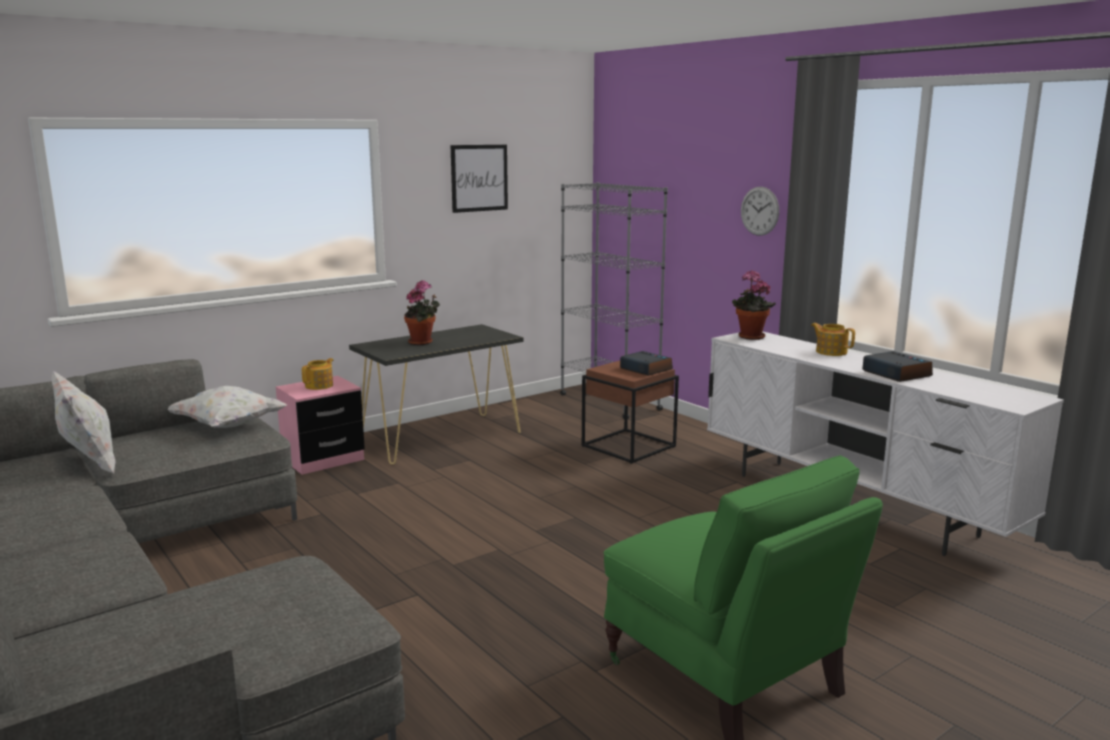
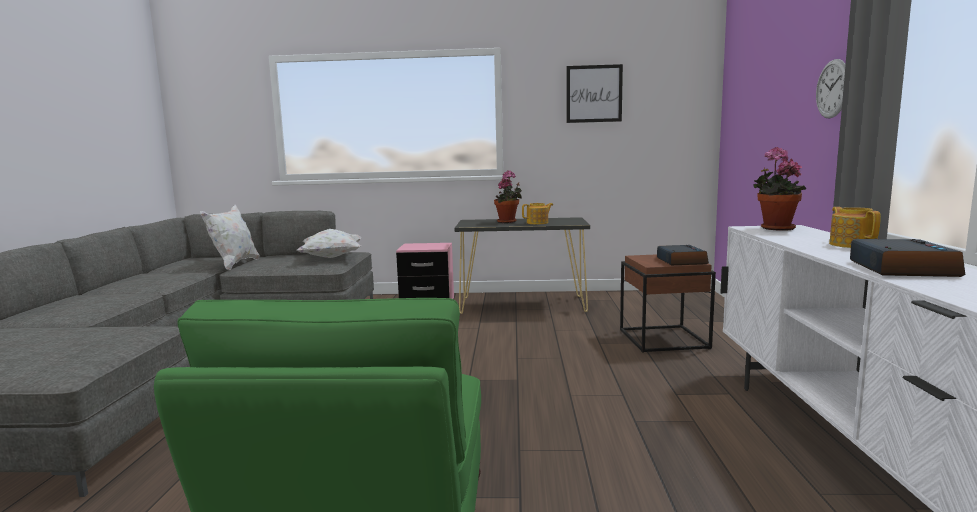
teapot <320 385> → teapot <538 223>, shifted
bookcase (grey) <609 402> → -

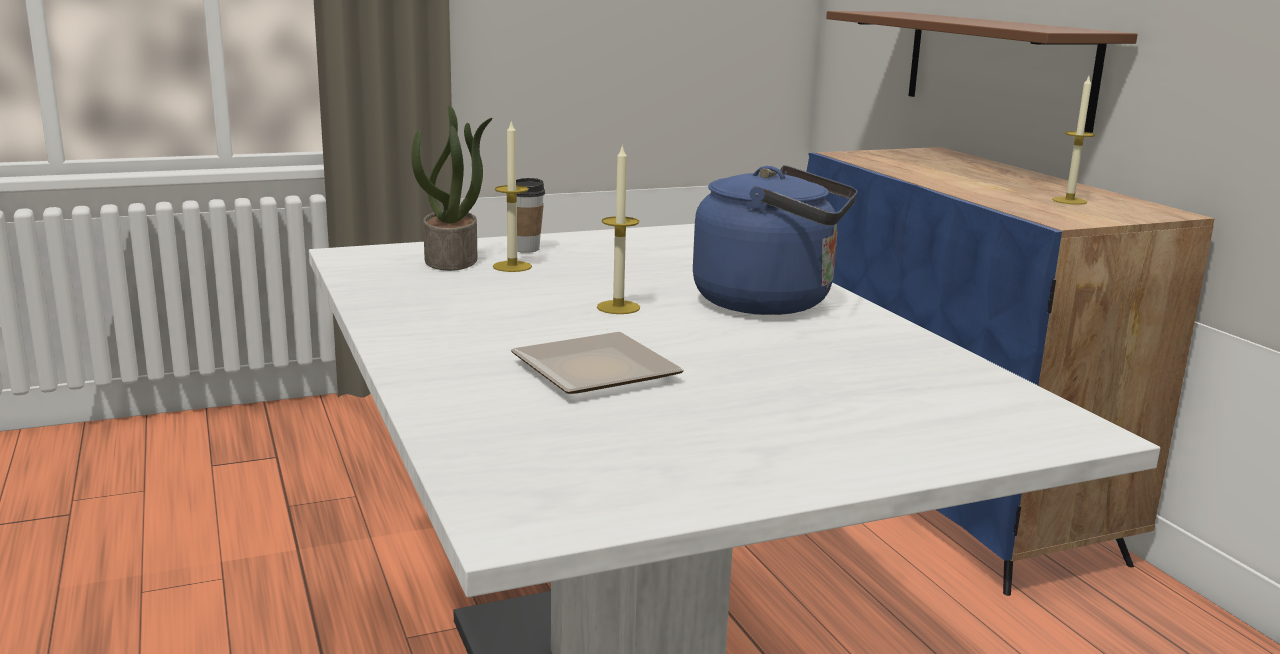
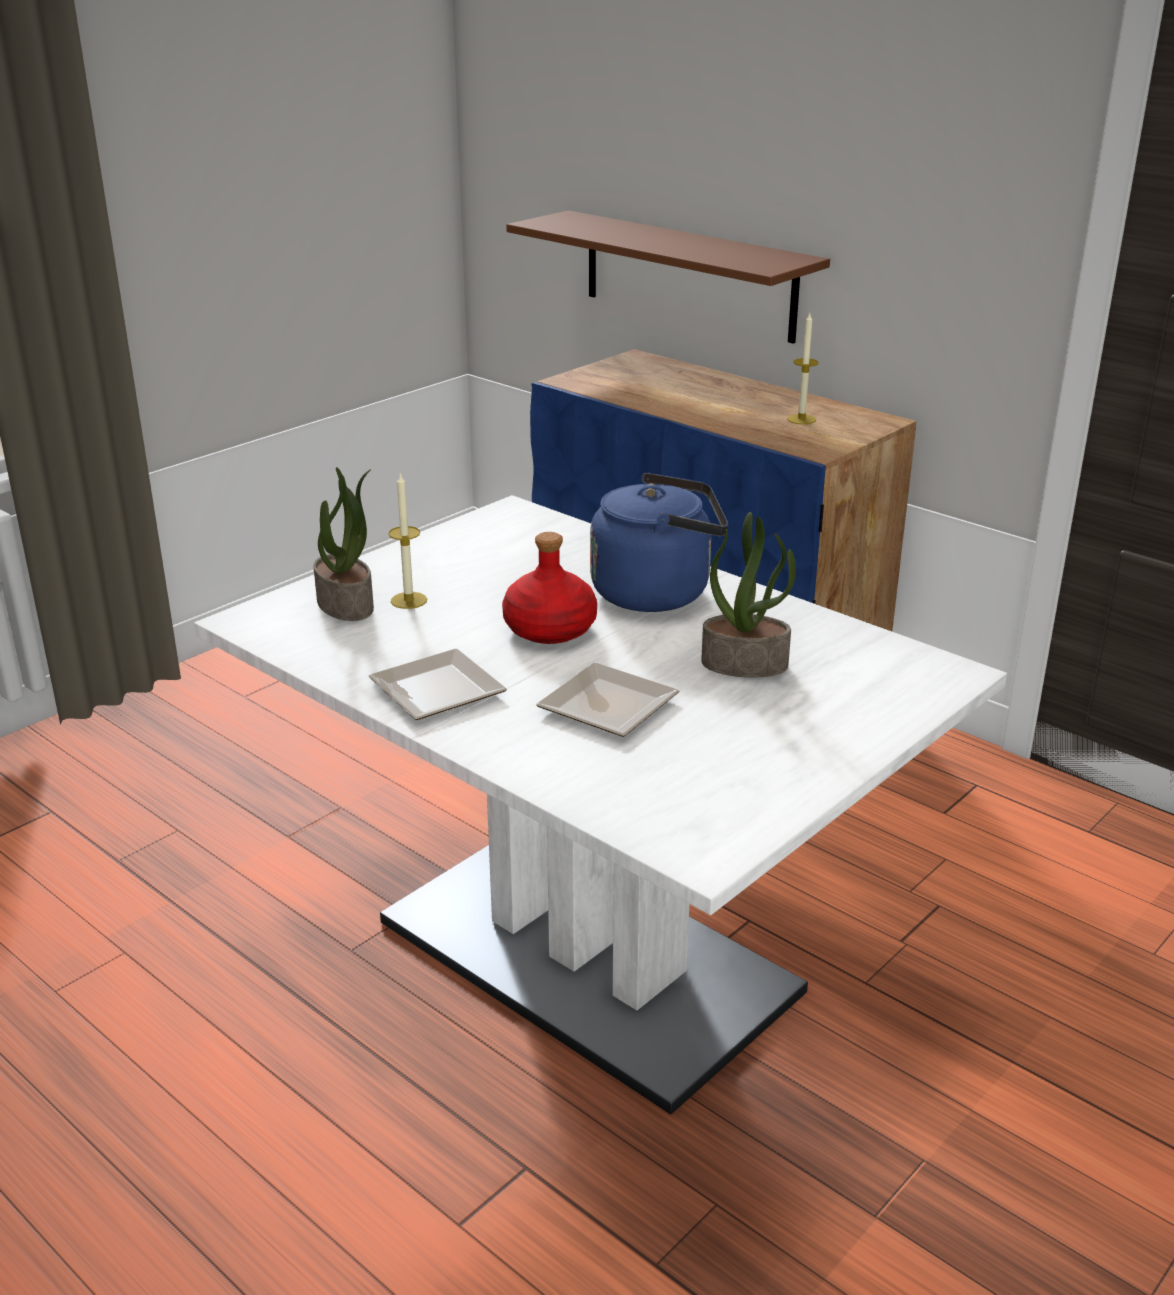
- → plate <442 691>
candle <618 307> → bottle (red) <550 630>
- → potted plant <745 663>
cup <525 249> → -

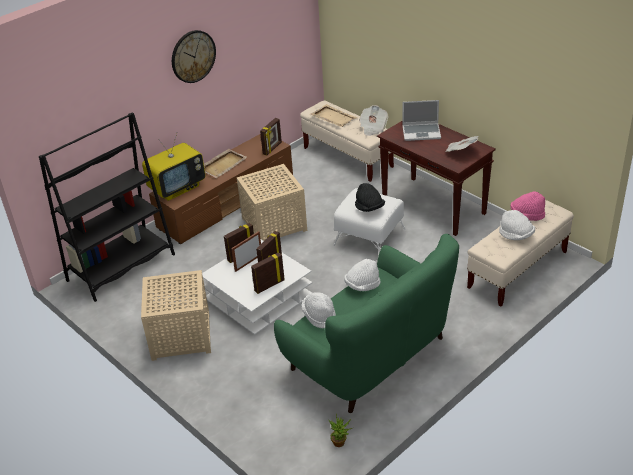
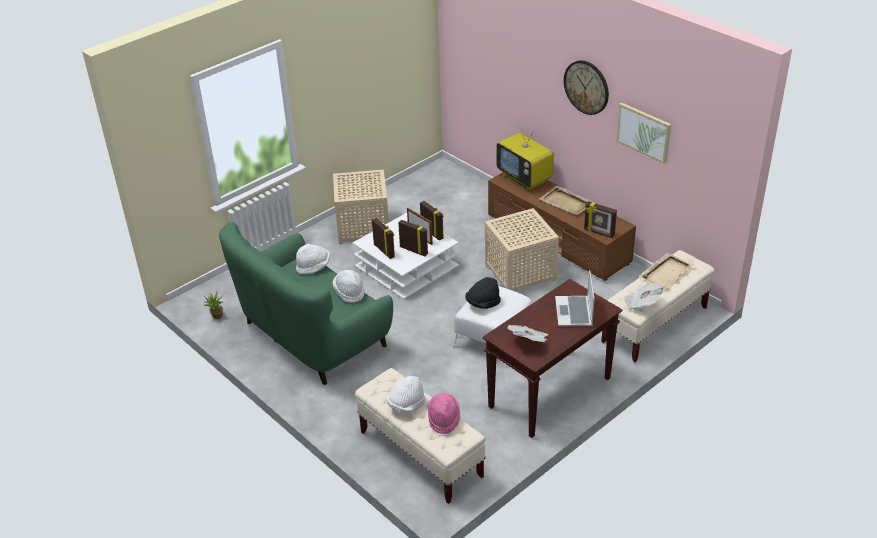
- → picture <644 132>
bookcase (black) <121 267> → -

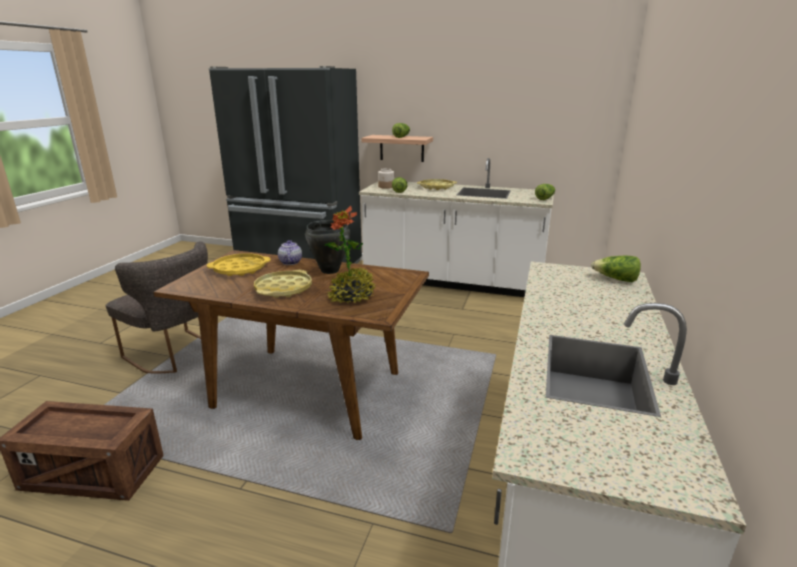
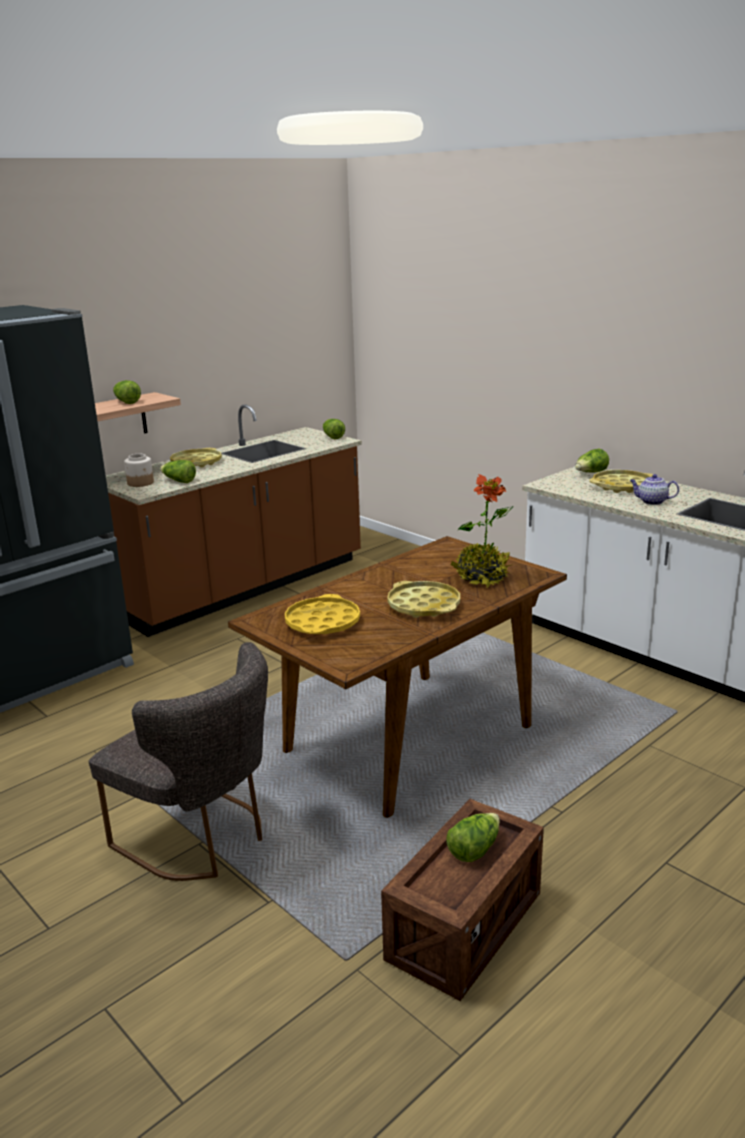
chair (grey) <176 355> → chair (grey) <201 838>, 60 degrees clockwise
counter (white) <452 282> → counter (brown) <244 588>
- → lettuce <474 849>
- → tray (yellow) <622 486>
teapot <290 262> → teapot <651 502>, shifted
cooking pot (black) <329 271> → -

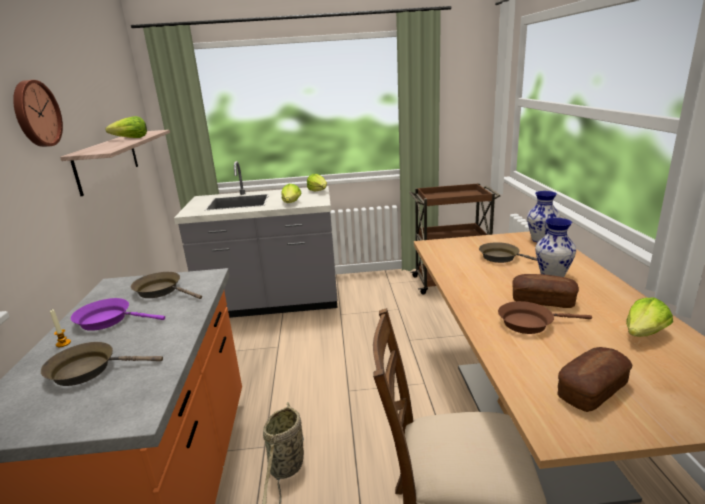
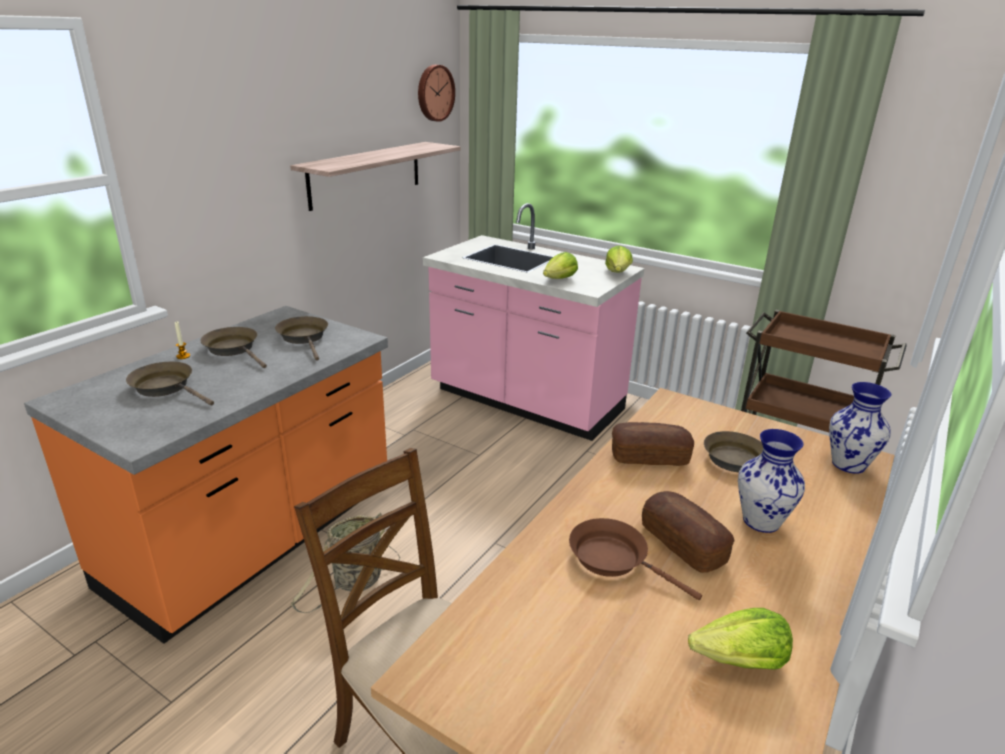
frying pan (purple) <108 320> → frying pan (brown) <234 349>
wall clock <35 114> → wall clock <434 93>, shifted
counter (grey) <272 304> → counter (pink) <526 402>
bread <592 390> → bread <649 457>, shifted
lettuce <130 138> → -

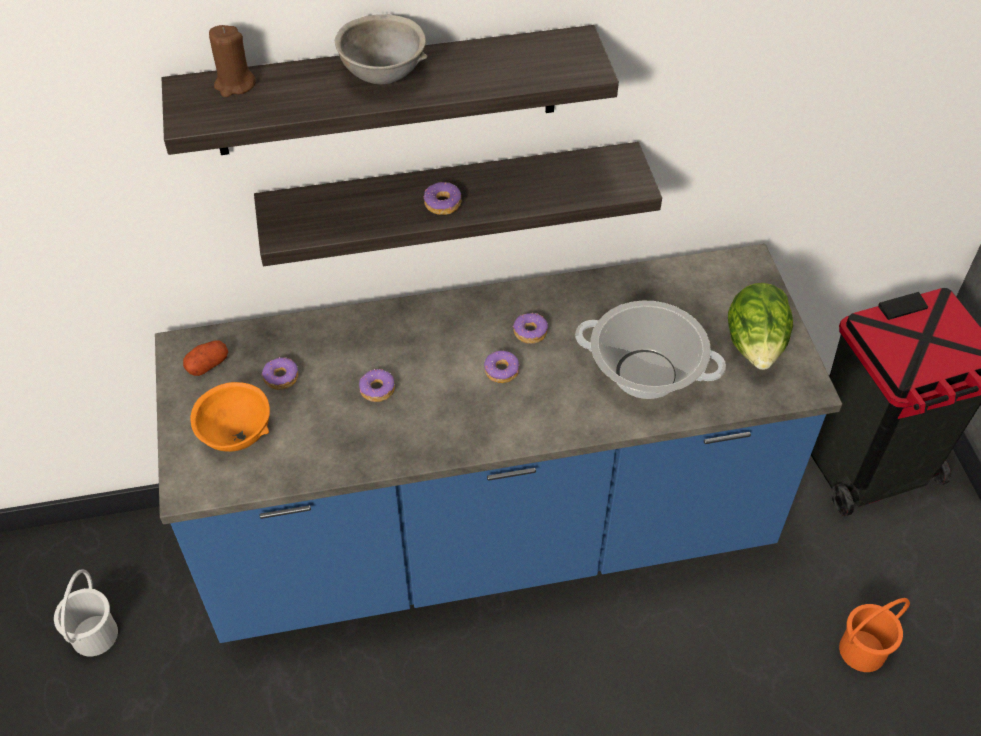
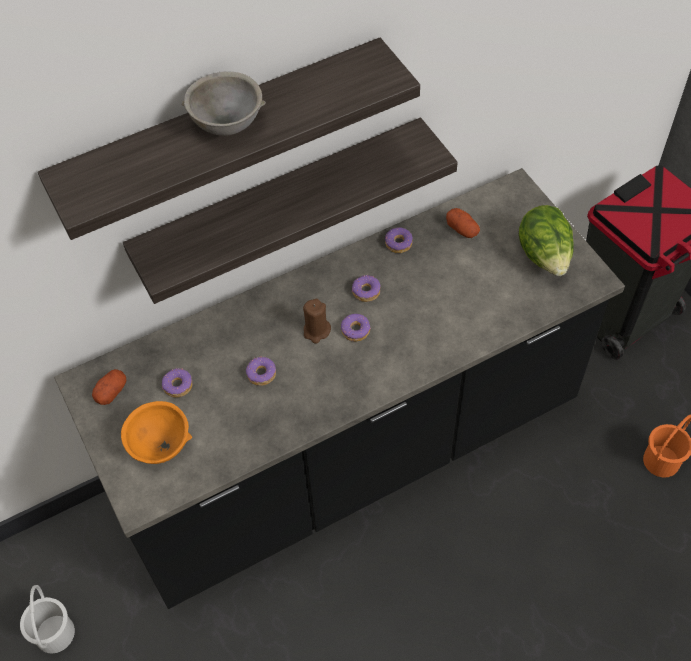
counter (blue) <490 537> → counter (black) <351 455>
candle (brown) <234 84> → candle (brown) <316 331>, shifted
donut <443 204> → donut <398 244>, shifted
- → potato <462 229>
cooking pot <645 374> → -

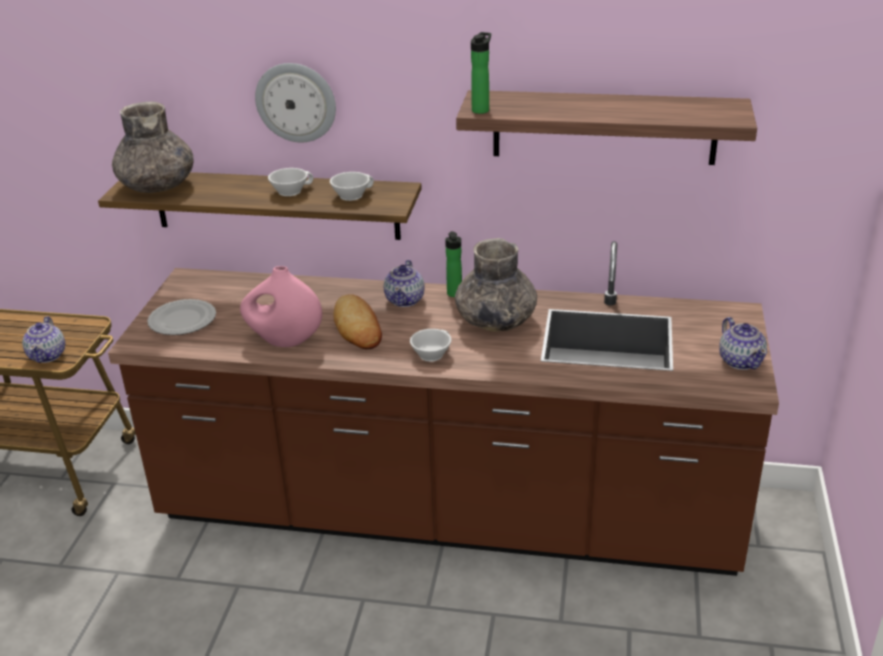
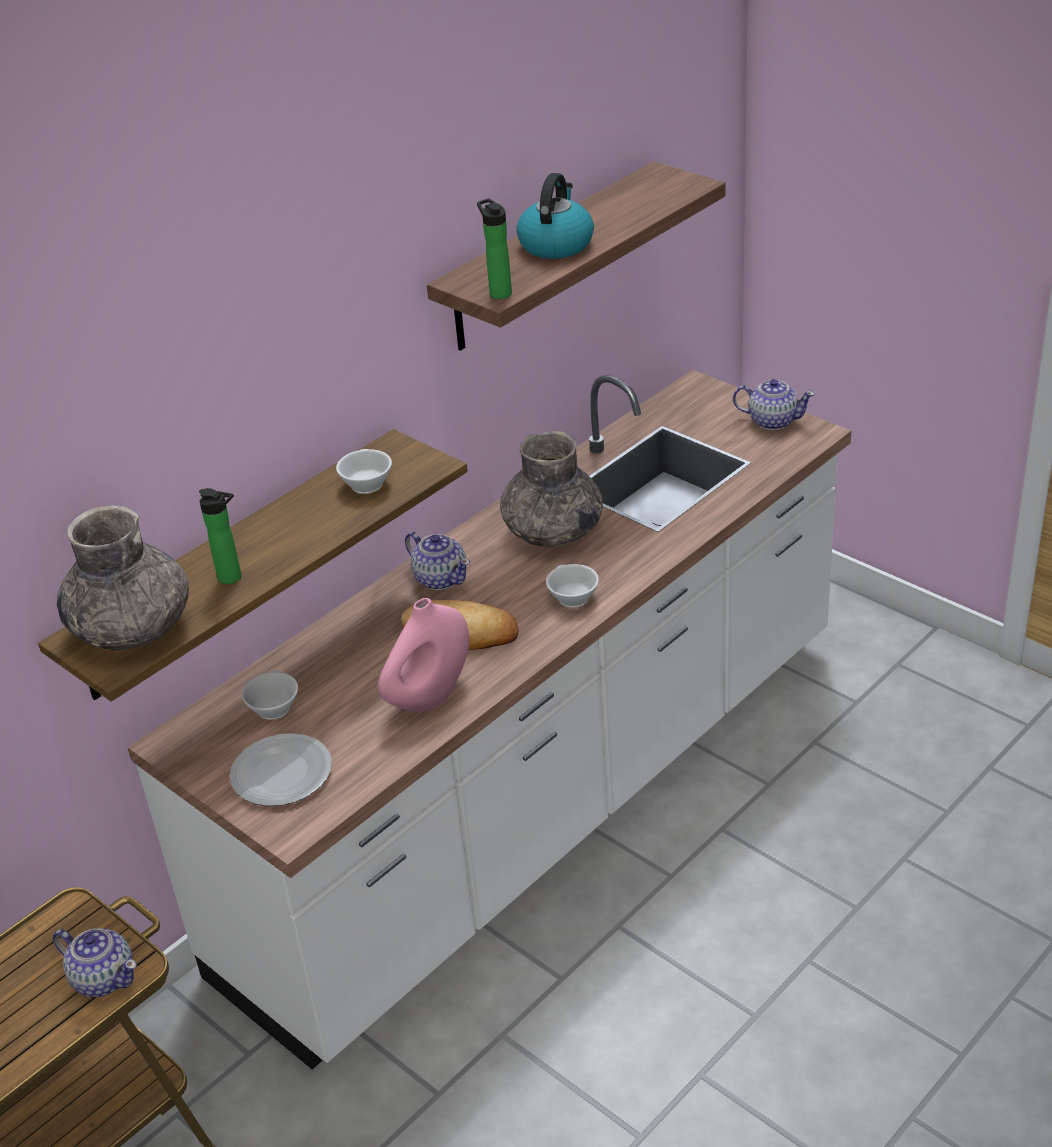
counter (brown) <447 514> → counter (white) <545 801>
bottle <455 294> → bottle <233 578>, shifted
cup (white) <290 190> → cup (white) <271 707>, shifted
- → kettle <556 244>
wall clock <296 102> → -

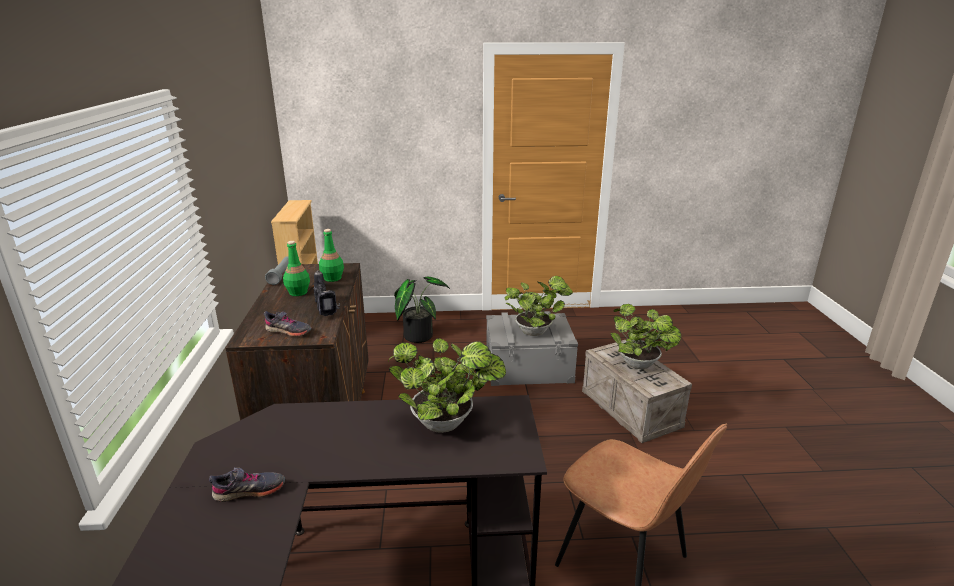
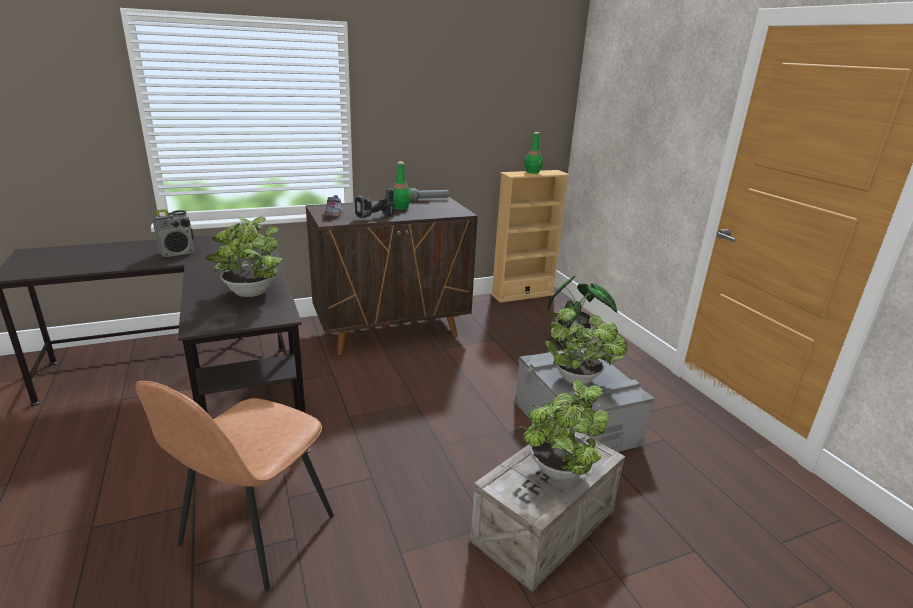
shoe (grey) <249 491> → radio <177 253>
bottle (green) <332 278> → bottle (green) <532 172>, shifted

